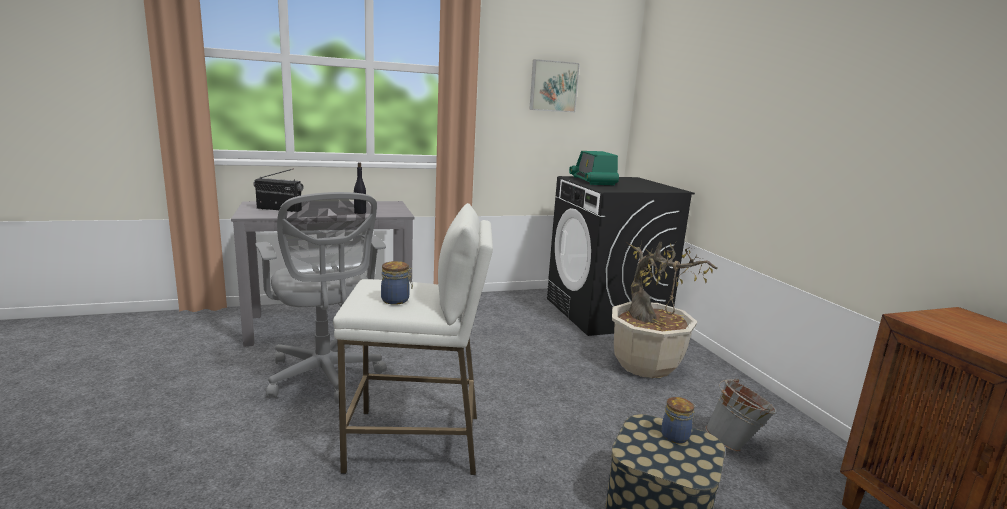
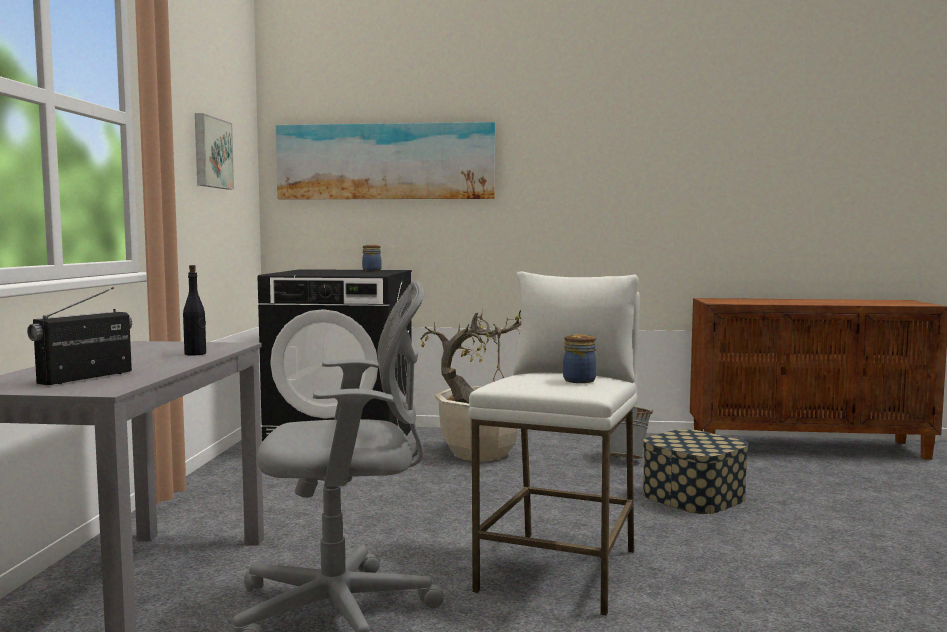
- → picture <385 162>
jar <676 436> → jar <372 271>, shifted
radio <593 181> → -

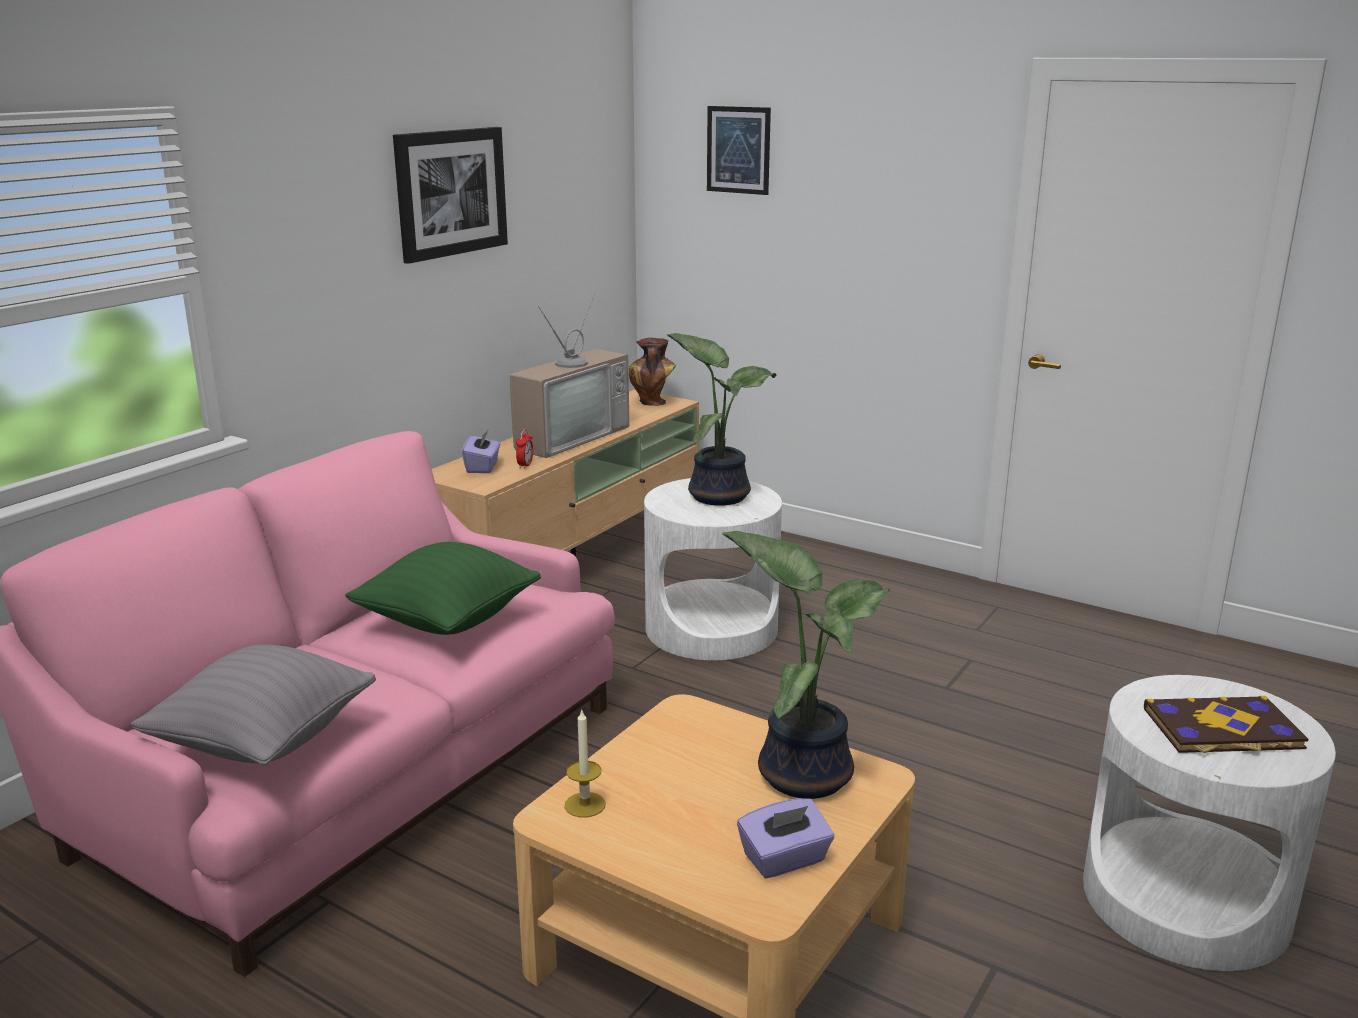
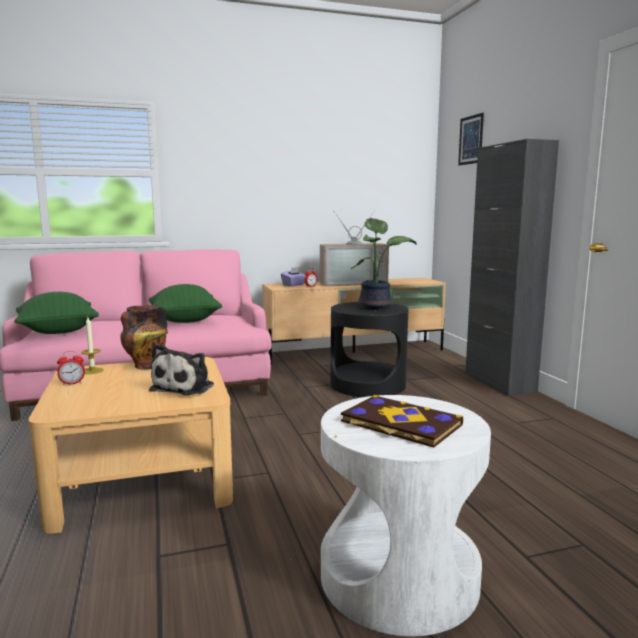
pillow (grey) <264 741> → pillow (green) <58 331>
- → alarm clock <72 383>
vase <652 402> → vase <147 366>, shifted
potted plant <804 772> → plush toy <185 387>
side table (white) <711 628> → side table (black) <368 385>
- → cabinet (black) <499 382>
picture <450 192> → -
tissue box (purple) <785 860> → -

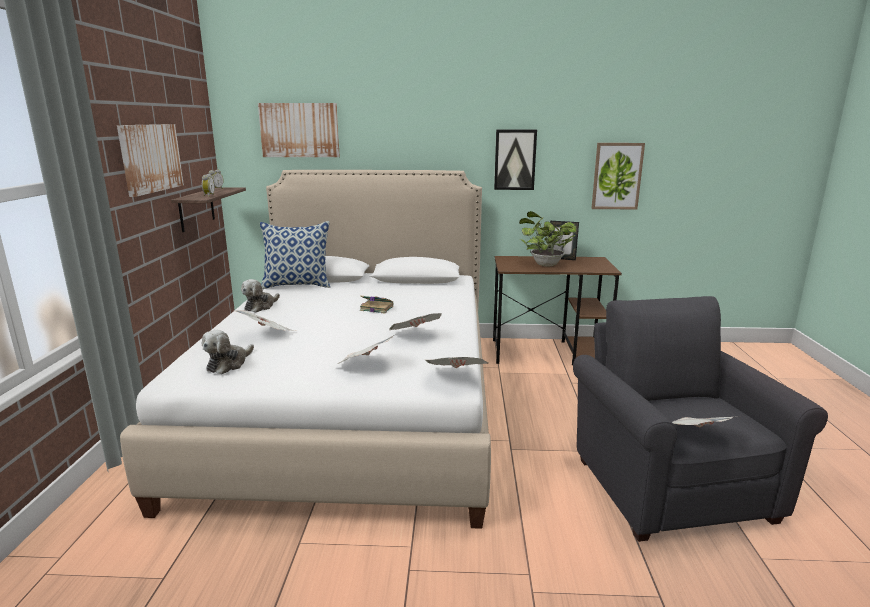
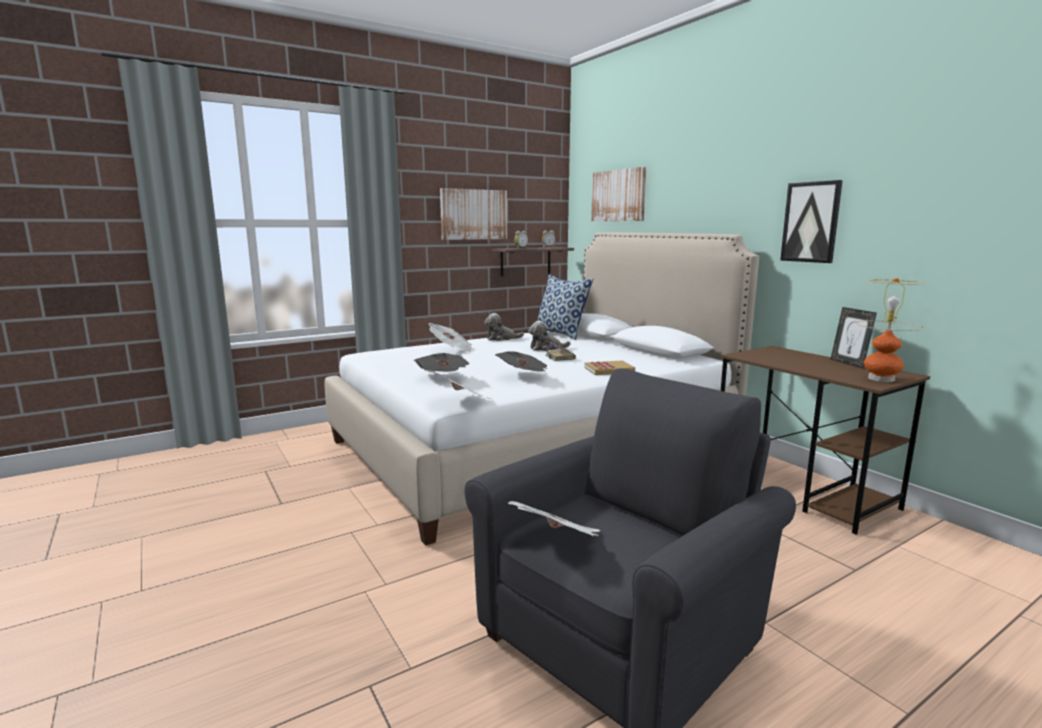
plush toy <228 364> → plush toy <546 348>, shifted
- → book <609 370>
- → table lamp <881 379>
potted plant <544 264> → -
picture <617 176> → -

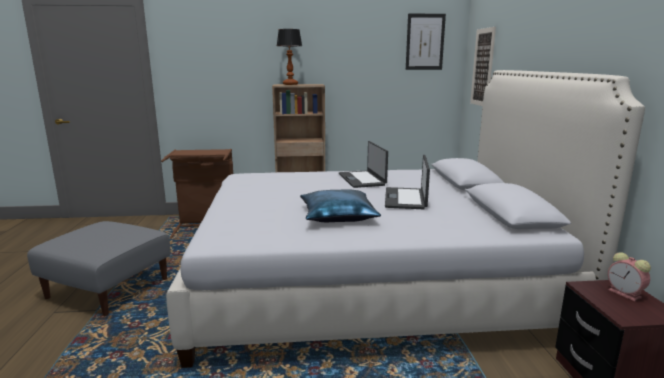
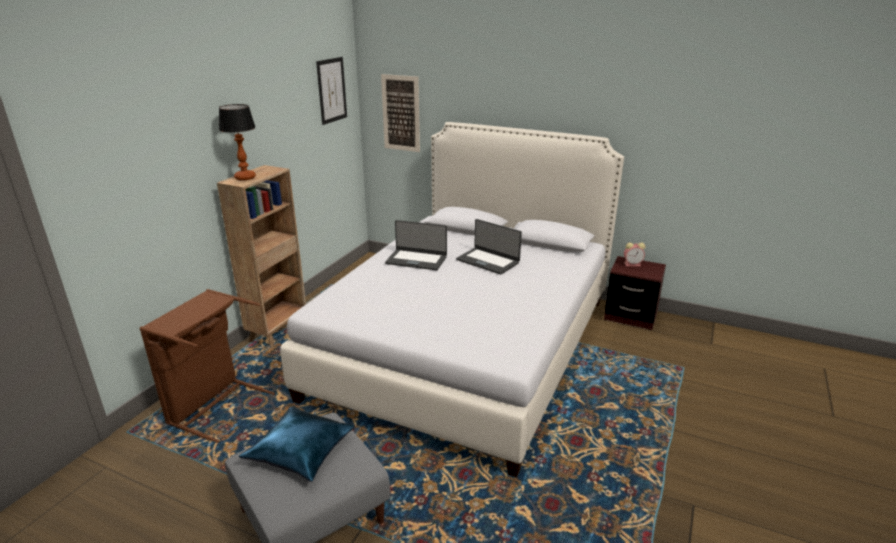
pillow (blue) <338 216> → pillow (blue) <301 451>, shifted

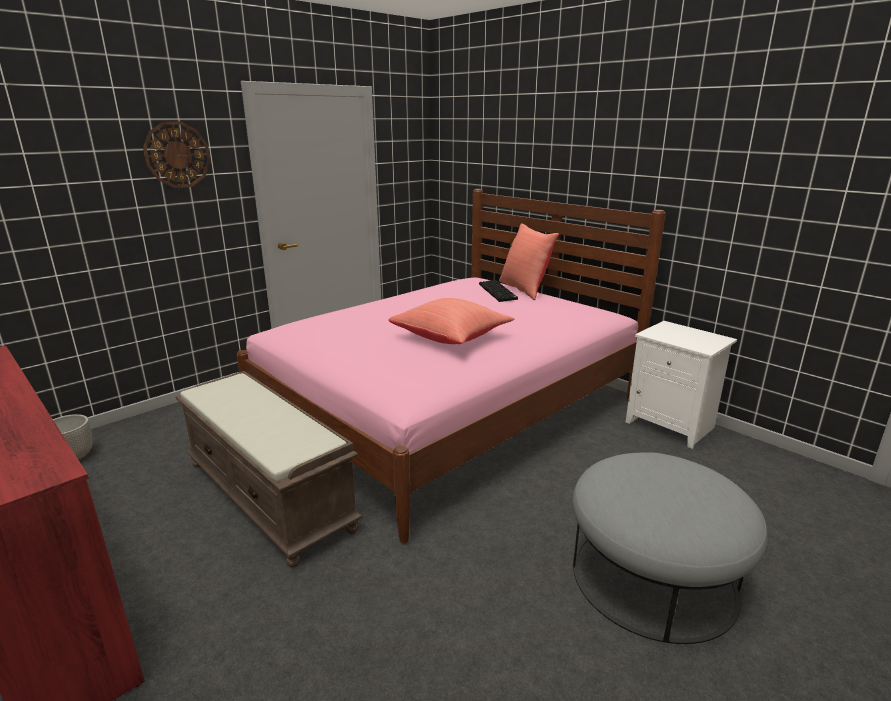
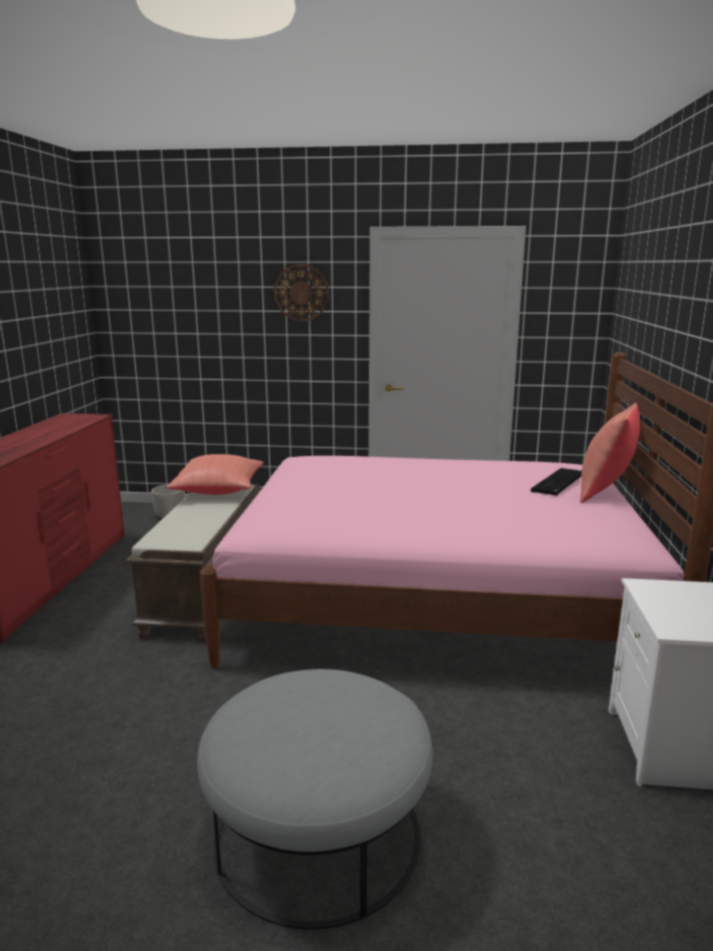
pillow (red) <452 338> → pillow (red) <219 491>, shifted

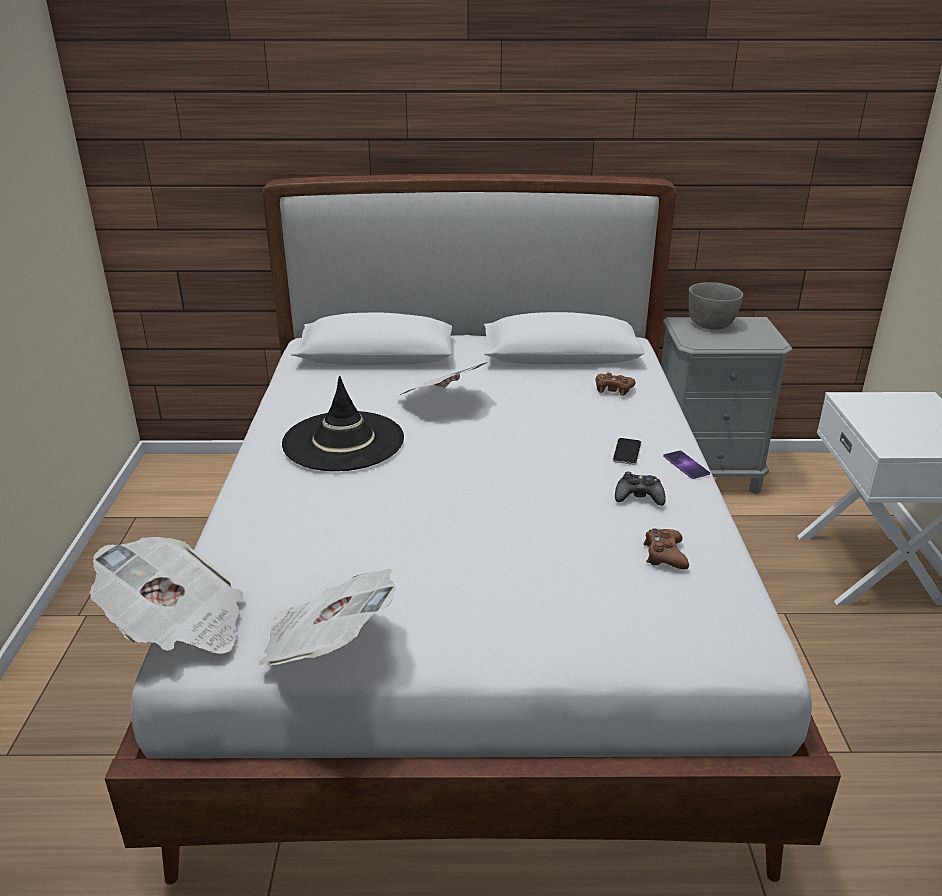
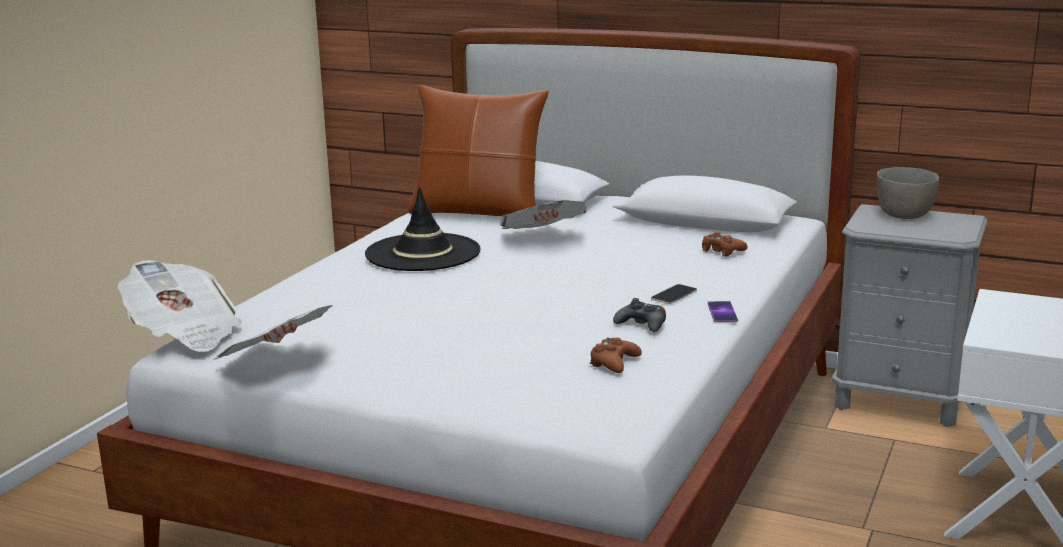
- → pillow (brown) <478 212>

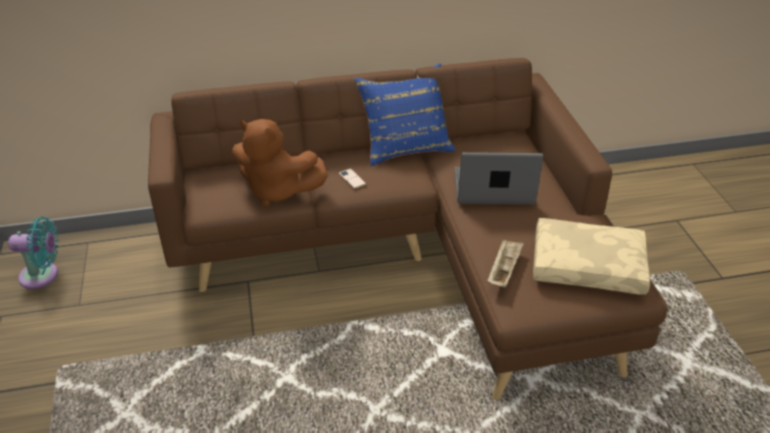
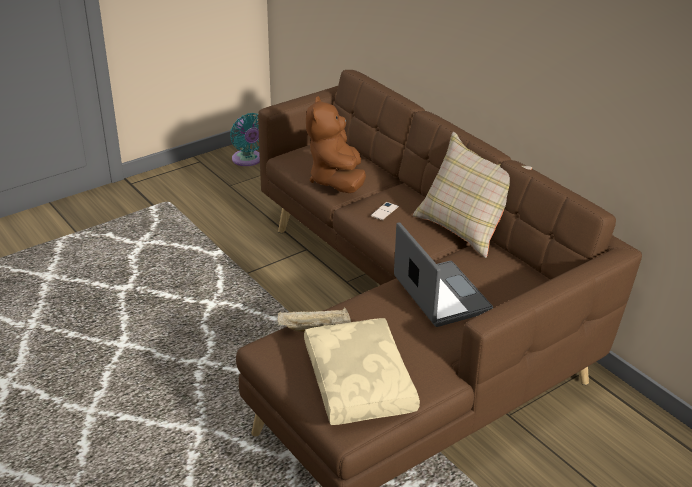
pillow (blue) <405 146> → pillow (beige) <465 227>

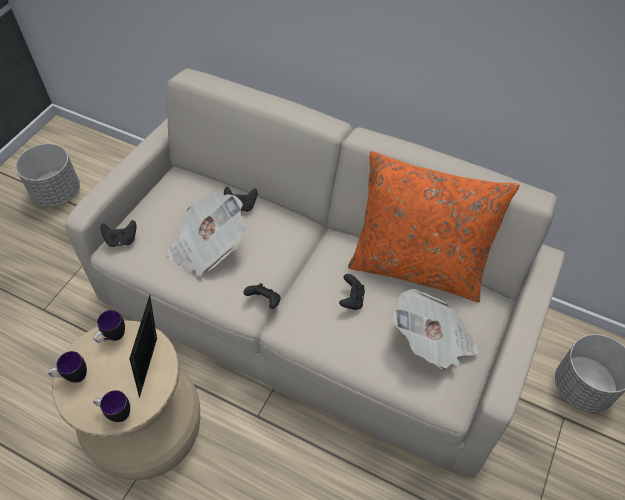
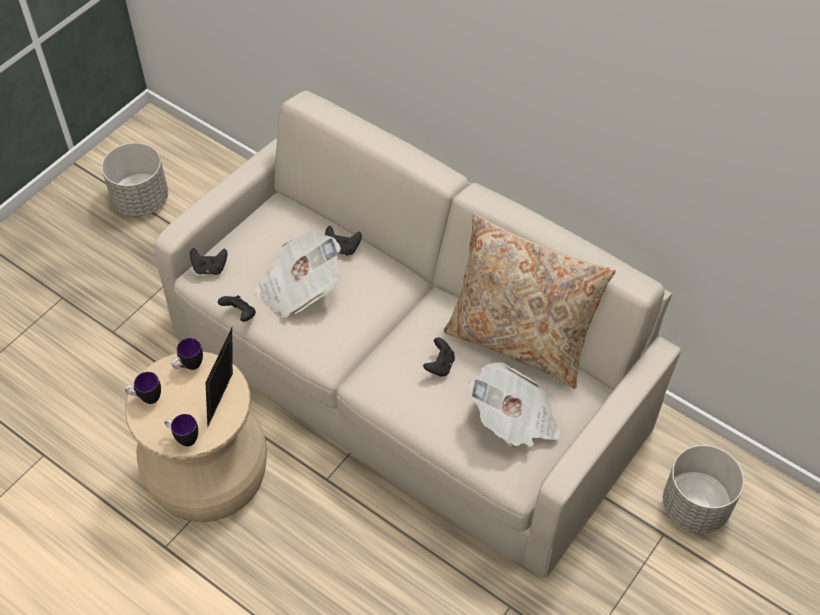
game controller (black) <264 301> → game controller (black) <240 315>, shifted
pillow (orange) <418 266> → pillow (beige) <520 341>

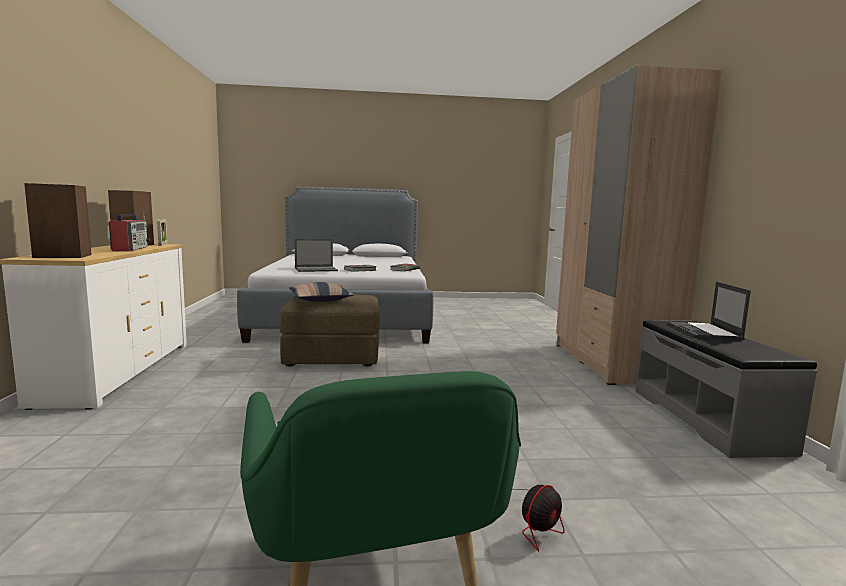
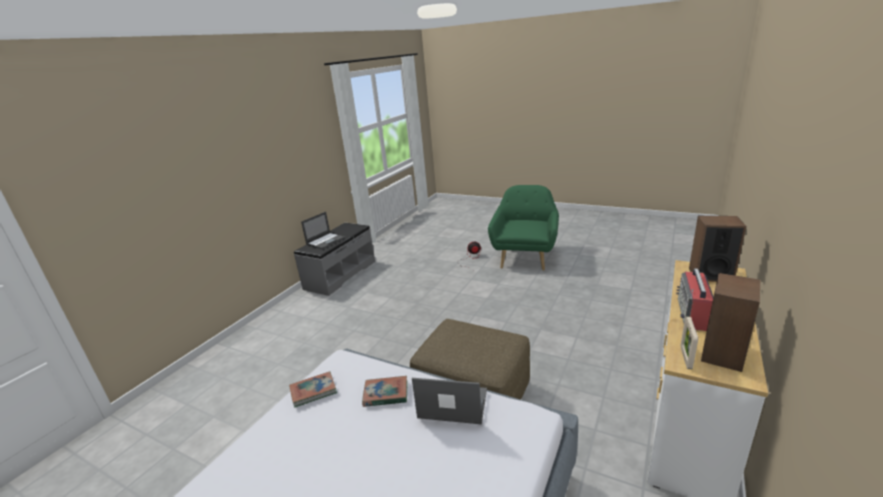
pillow <320 300> → -
wardrobe (beige) <611 362> → -

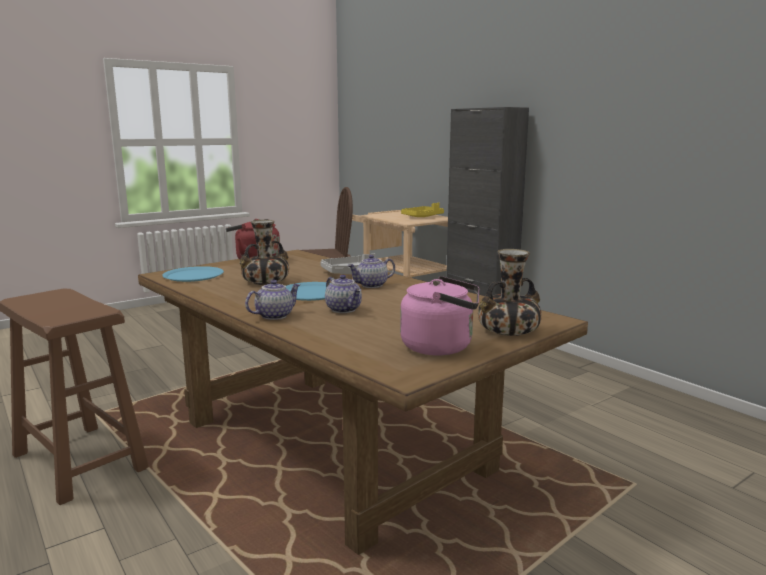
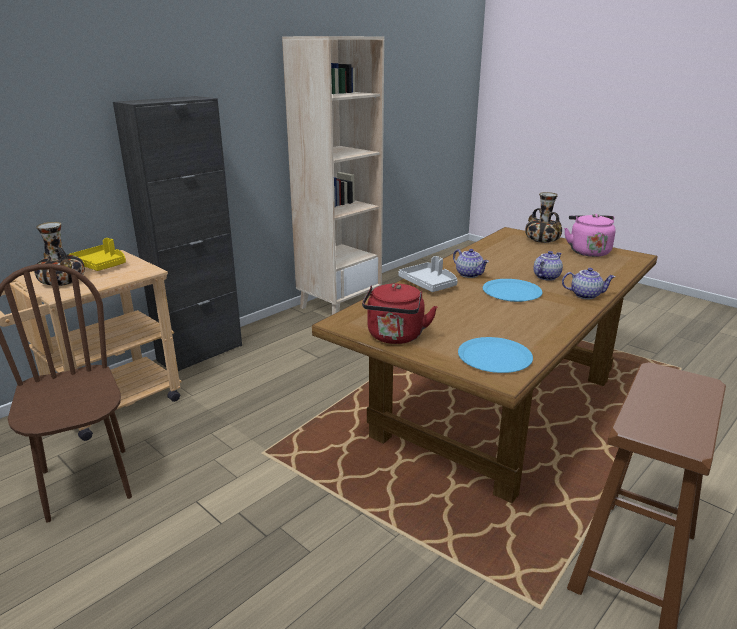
vase <265 282> → vase <62 281>, shifted
- → bookcase (beige) <339 305>
teapot <274 316> → teapot <585 295>, 150 degrees clockwise

